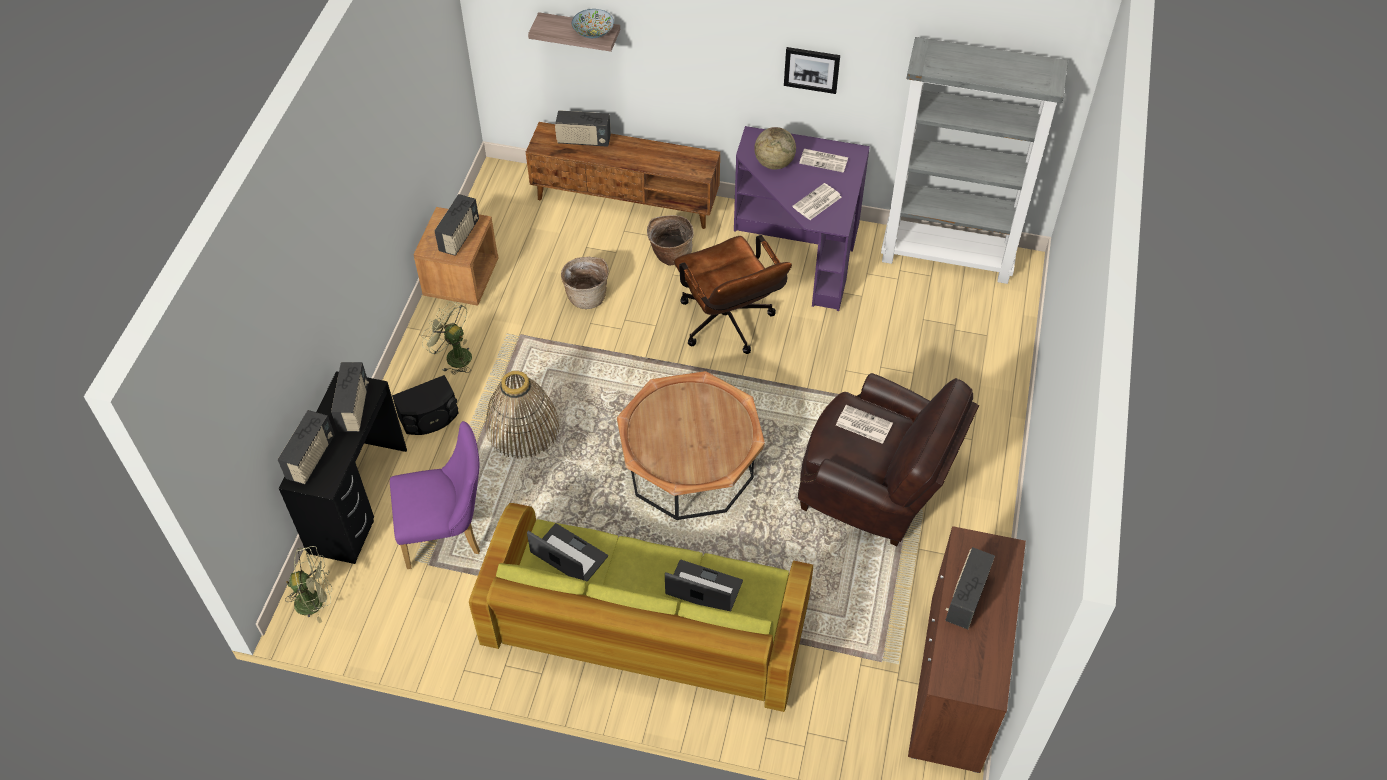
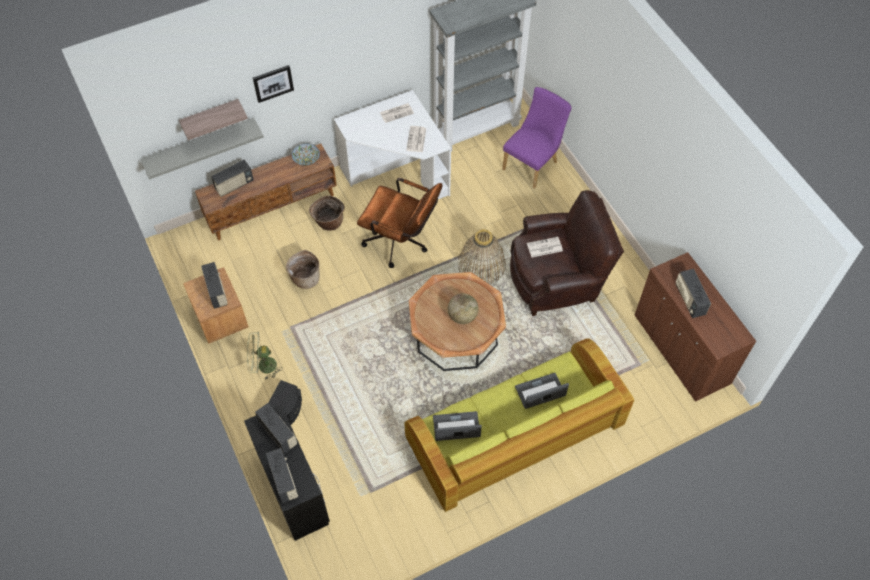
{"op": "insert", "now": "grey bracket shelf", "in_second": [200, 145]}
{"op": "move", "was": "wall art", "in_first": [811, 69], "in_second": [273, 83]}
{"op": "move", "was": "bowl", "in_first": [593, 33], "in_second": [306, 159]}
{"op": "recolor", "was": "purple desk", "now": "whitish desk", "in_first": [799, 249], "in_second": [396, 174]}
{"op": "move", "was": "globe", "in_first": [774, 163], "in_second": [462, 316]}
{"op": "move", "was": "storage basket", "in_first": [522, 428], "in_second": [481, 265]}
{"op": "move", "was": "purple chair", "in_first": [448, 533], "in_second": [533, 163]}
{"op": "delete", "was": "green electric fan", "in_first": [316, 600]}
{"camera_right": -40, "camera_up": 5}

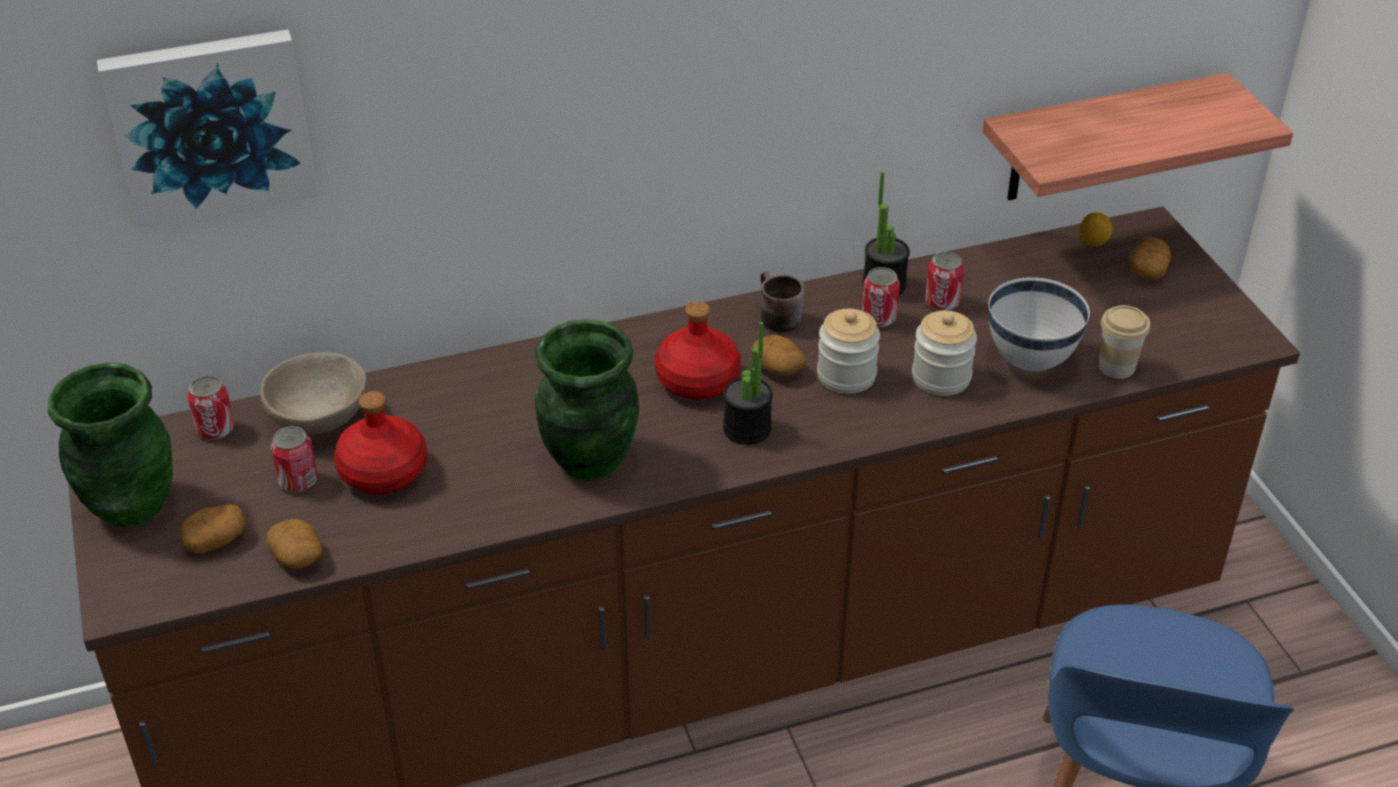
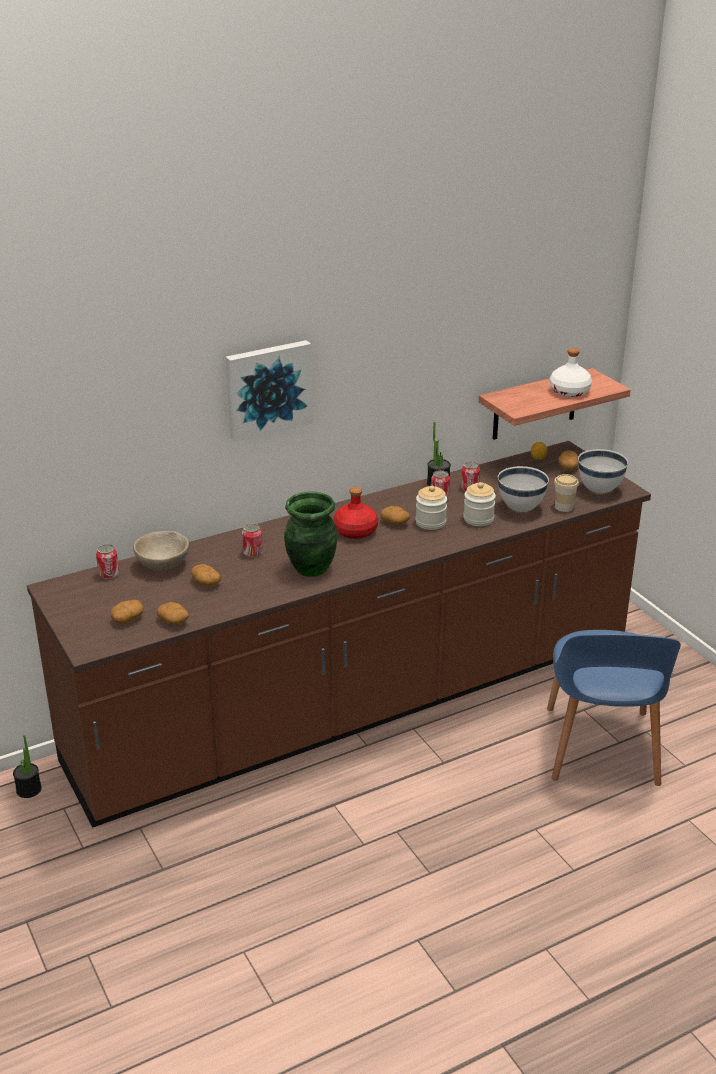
{"op": "move", "was": "houseplant", "in_first": [747, 429], "in_second": [29, 789]}
{"op": "replace", "was": "red drink bottle", "now": "whole potato", "in_first": [384, 471], "in_second": [205, 583]}
{"op": "move", "was": "wall art", "in_first": [211, 124], "in_second": [268, 389]}
{"op": "move", "was": "metal can", "in_first": [298, 481], "in_second": [252, 553]}
{"op": "insert", "now": "whitish drink bottle", "in_second": [569, 391]}
{"op": "insert", "now": "whitish bowl", "in_second": [599, 490]}
{"op": "delete", "was": "green decorative vase", "in_first": [131, 505]}
{"op": "delete", "was": "brownish mug", "in_first": [773, 317]}
{"camera_right": -10, "camera_up": -10}

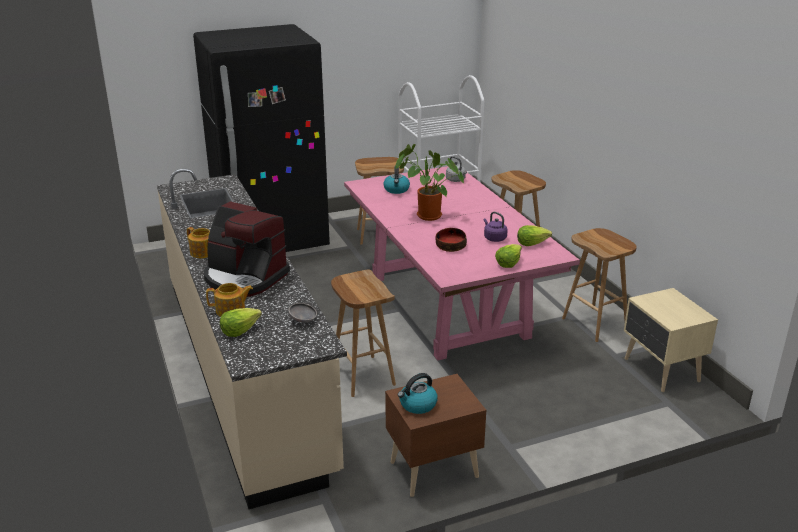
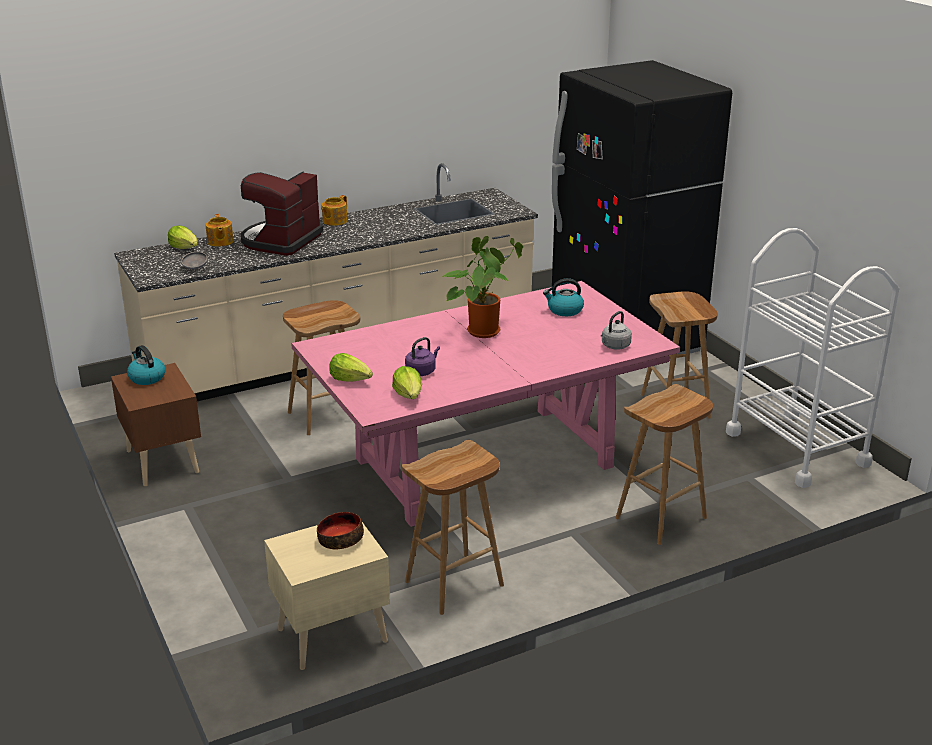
{"op": "move", "was": "bowl", "in_first": [450, 246], "in_second": [340, 539]}
{"camera_right": 85, "camera_up": 0}

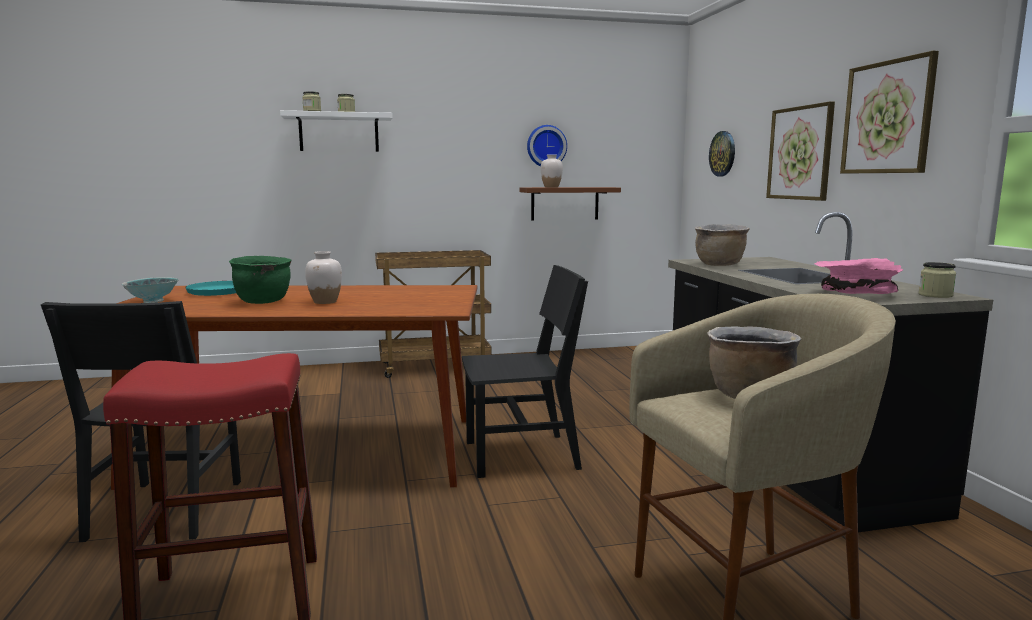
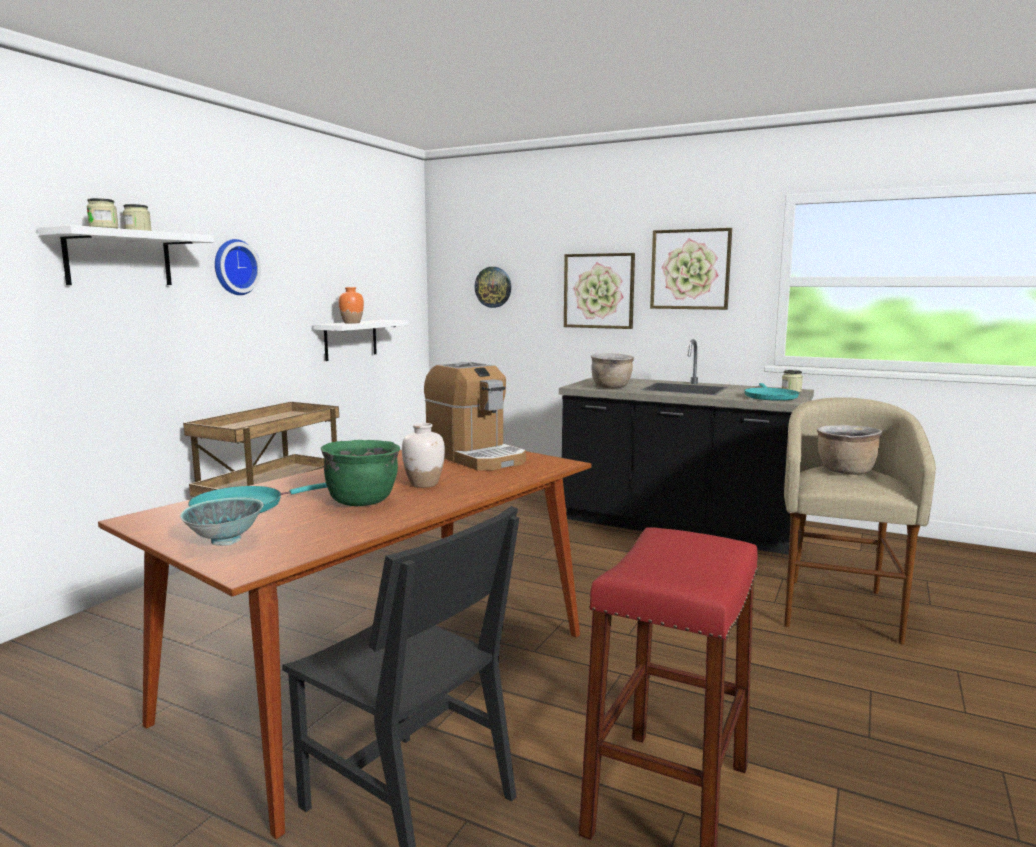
{"op": "move", "was": "hanging clock", "in_first": [546, 146], "in_second": [234, 267]}
{"op": "recolor", "was": "brownish bracket shelf", "now": "whitish bracket shelf", "in_first": [564, 203], "in_second": [350, 339]}
{"op": "recolor", "was": "whitish decorative vase", "now": "orangey decorative vase", "in_first": [551, 187], "in_second": [352, 323]}
{"op": "insert", "now": "coffee machine", "in_second": [475, 456]}
{"op": "replace", "was": "pink bowl", "now": "blue-green skillet", "in_first": [855, 294], "in_second": [769, 397]}
{"op": "delete", "was": "blackish chair", "in_first": [521, 455]}
{"camera_right": -50, "camera_up": 0}

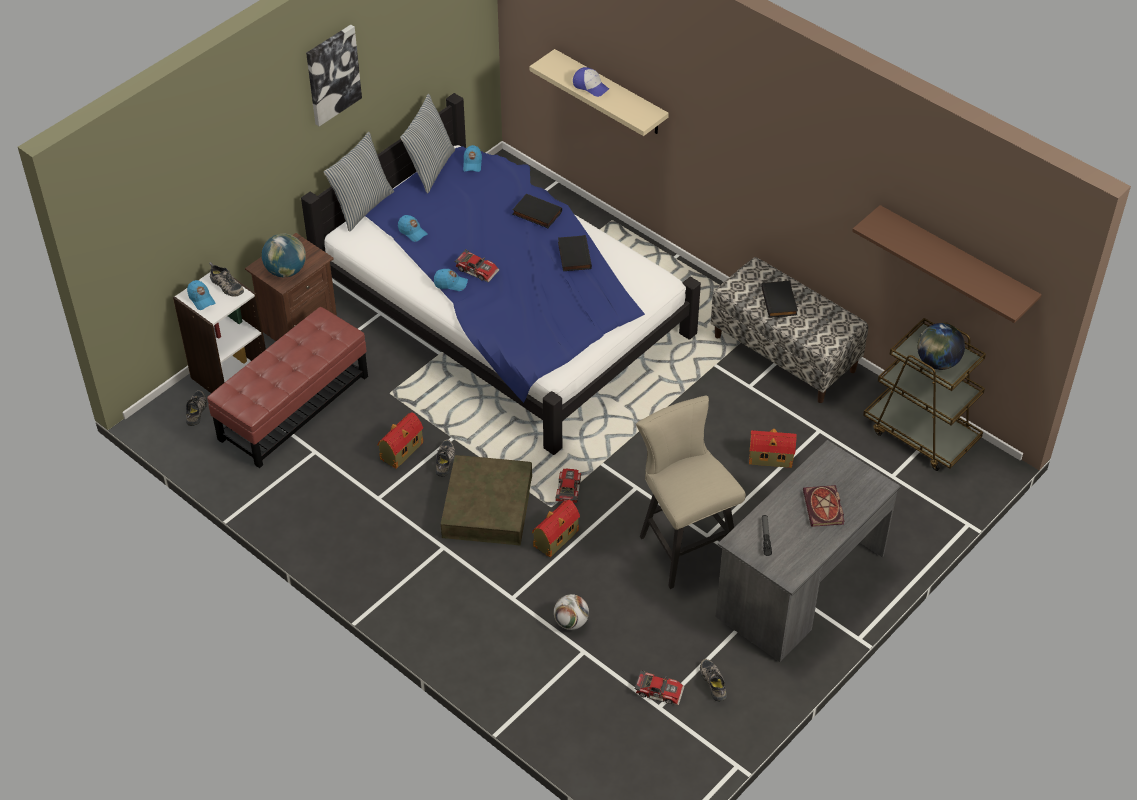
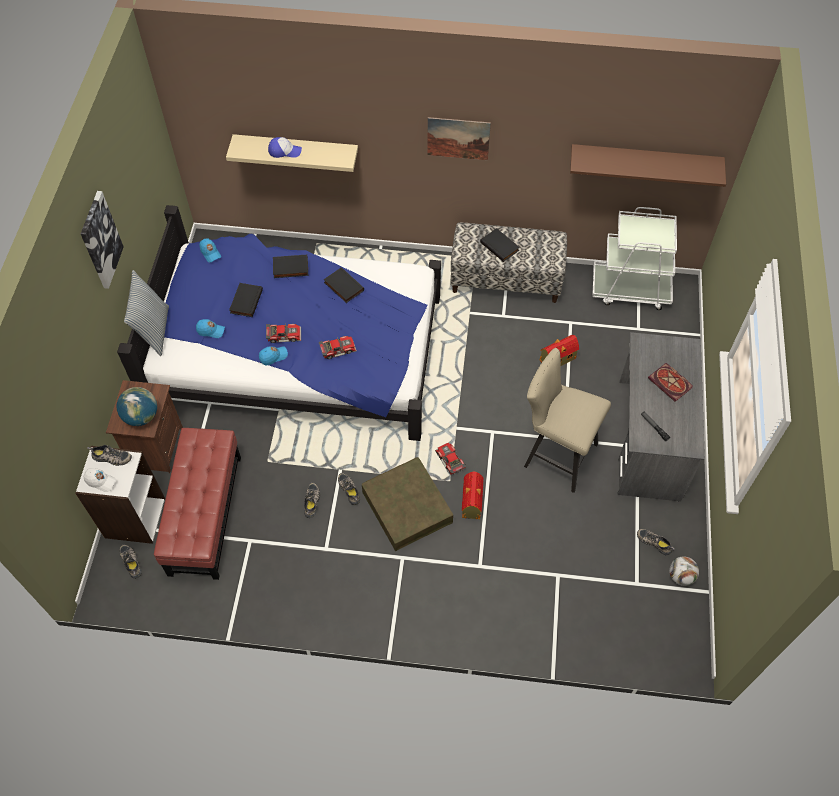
{"op": "recolor", "was": "bluish baseball cap", "now": "whitish baseball cap", "in_first": [201, 299], "in_second": [100, 481]}
{"op": "insert", "now": "blackish volume", "in_second": [245, 301]}
{"op": "replace", "was": "miniature house", "now": "item of footwear", "in_first": [401, 451], "in_second": [312, 502]}
{"op": "move", "was": "miniature car", "in_first": [659, 690], "in_second": [337, 348]}
{"op": "insert", "now": "wall art", "in_second": [458, 138]}
{"op": "recolor", "was": "brownish wheeled cart", "now": "whitish wheeled cart", "in_first": [921, 434], "in_second": [630, 289]}
{"op": "move", "was": "football", "in_first": [571, 622], "in_second": [681, 576]}
{"op": "delete", "was": "pillow", "in_first": [429, 168]}
{"op": "delete", "was": "globe", "in_first": [937, 362]}
{"camera_right": -35, "camera_up": 10}

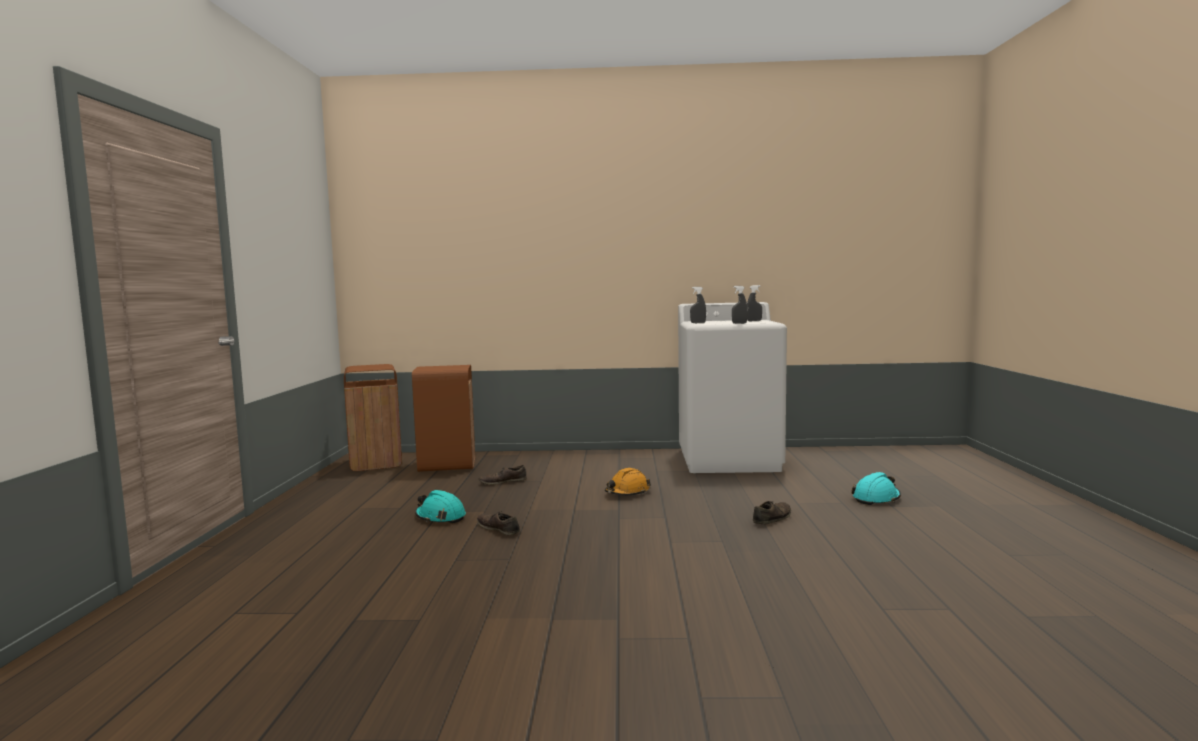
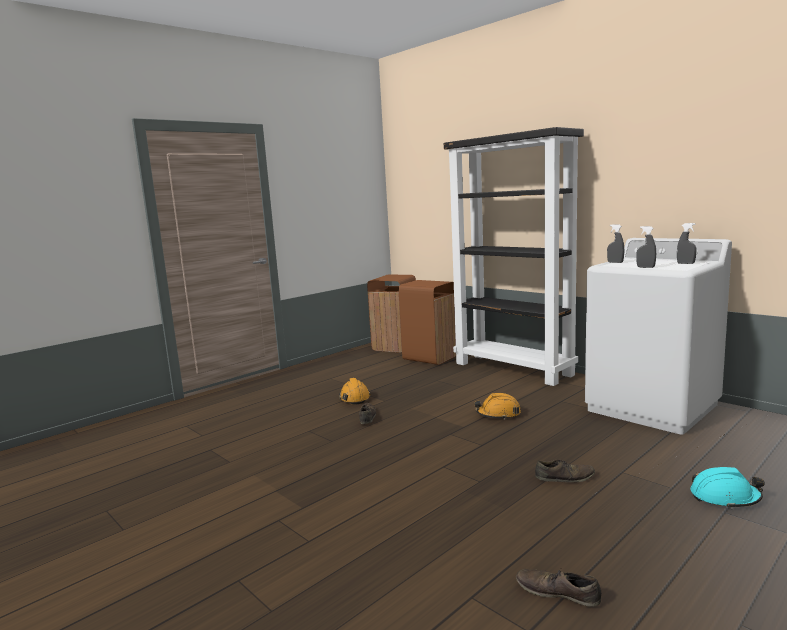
{"op": "recolor", "was": "blue-green work helmet", "now": "orangey work helmet", "in_first": [440, 517], "in_second": [354, 398]}
{"op": "insert", "now": "blackish bookshelf", "in_second": [514, 369]}
{"op": "move", "was": "brownish item of footwear", "in_first": [502, 481], "in_second": [557, 592]}
{"camera_right": 45, "camera_up": 5}

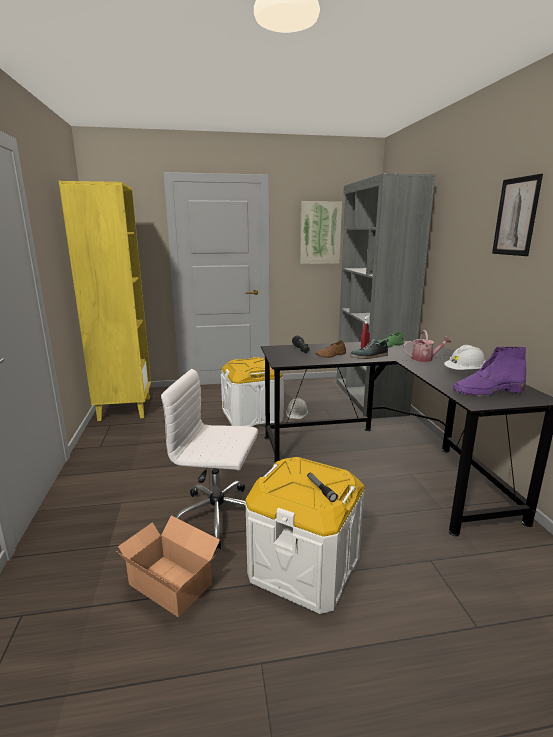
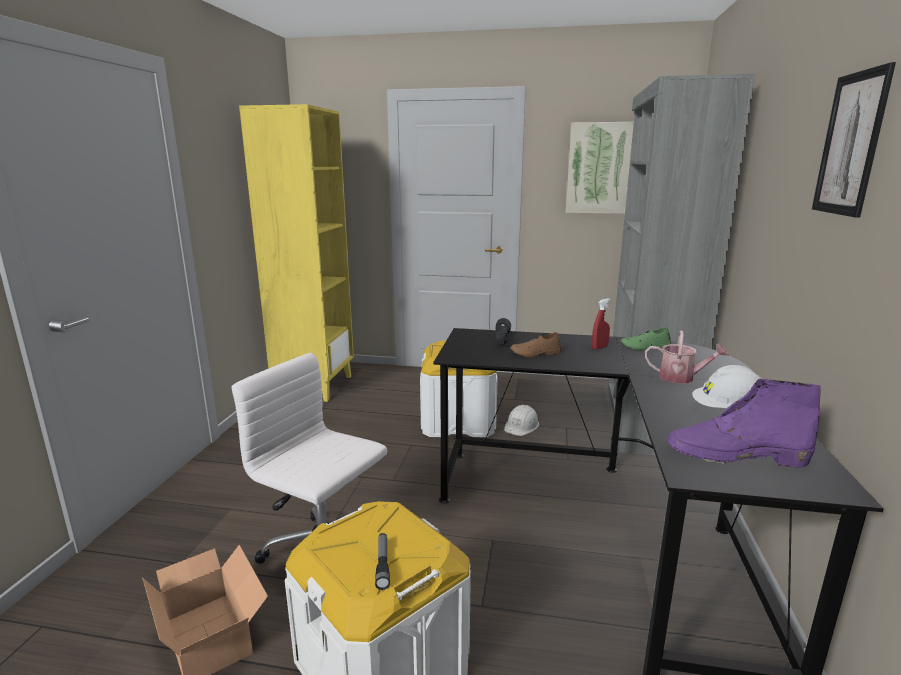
{"op": "delete", "was": "item of footwear", "in_first": [369, 356]}
{"camera_right": 20, "camera_up": 0}

